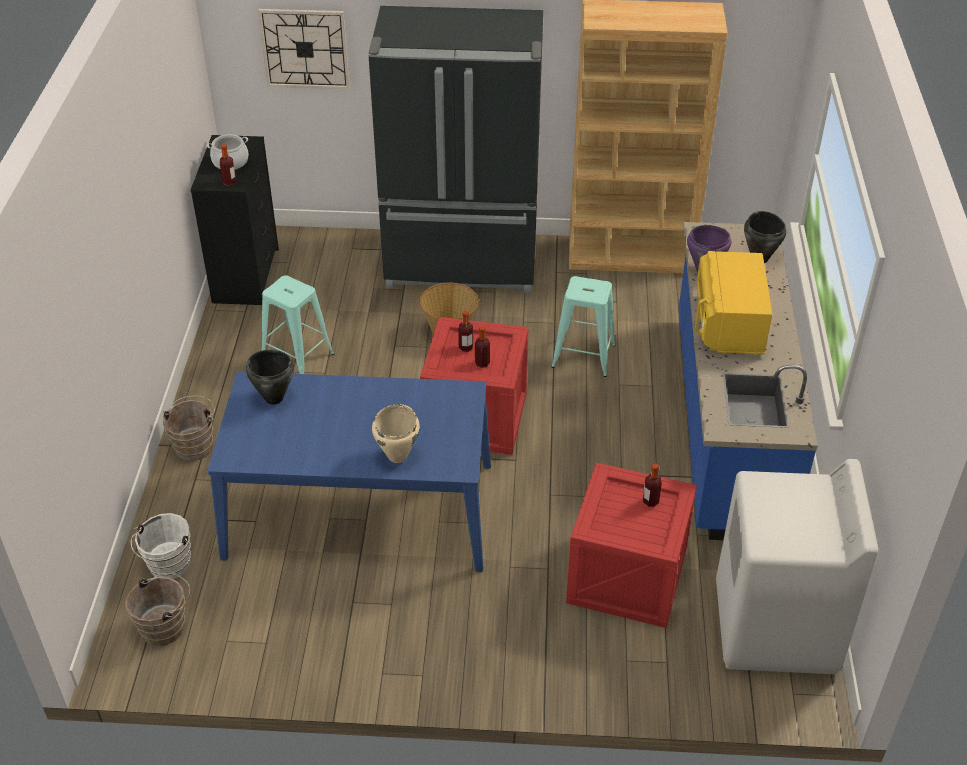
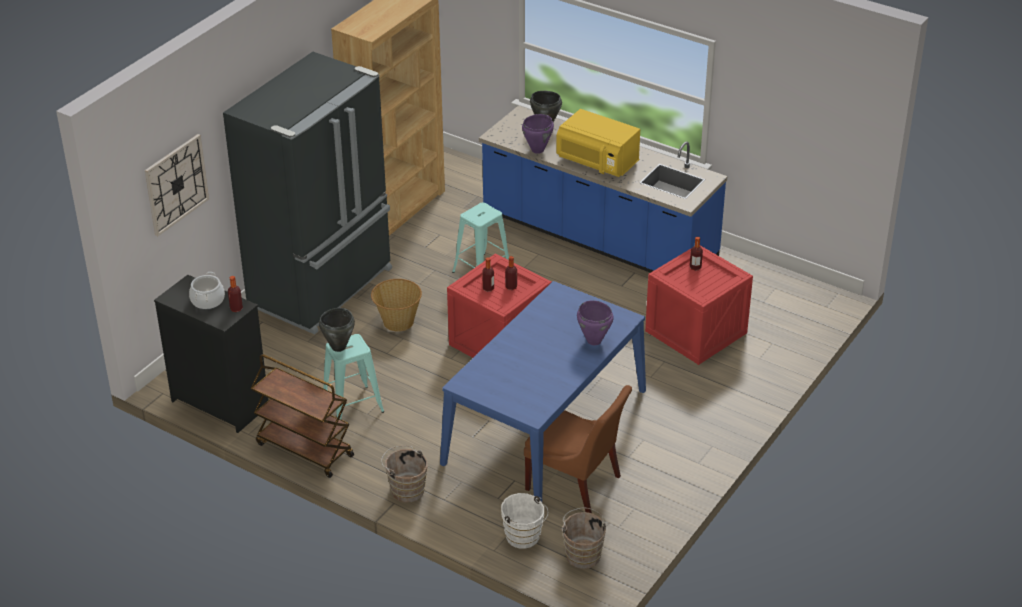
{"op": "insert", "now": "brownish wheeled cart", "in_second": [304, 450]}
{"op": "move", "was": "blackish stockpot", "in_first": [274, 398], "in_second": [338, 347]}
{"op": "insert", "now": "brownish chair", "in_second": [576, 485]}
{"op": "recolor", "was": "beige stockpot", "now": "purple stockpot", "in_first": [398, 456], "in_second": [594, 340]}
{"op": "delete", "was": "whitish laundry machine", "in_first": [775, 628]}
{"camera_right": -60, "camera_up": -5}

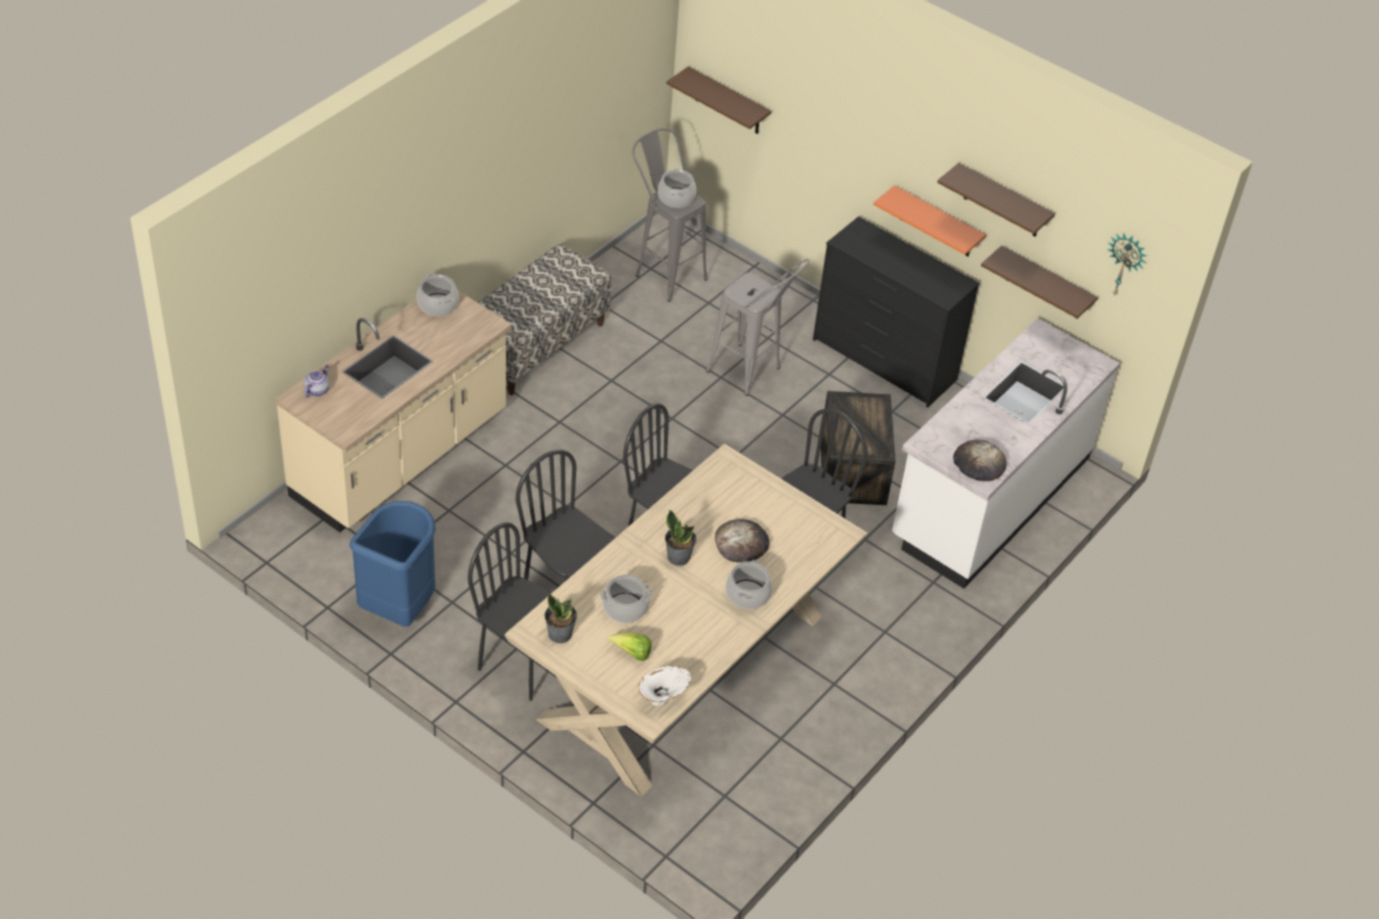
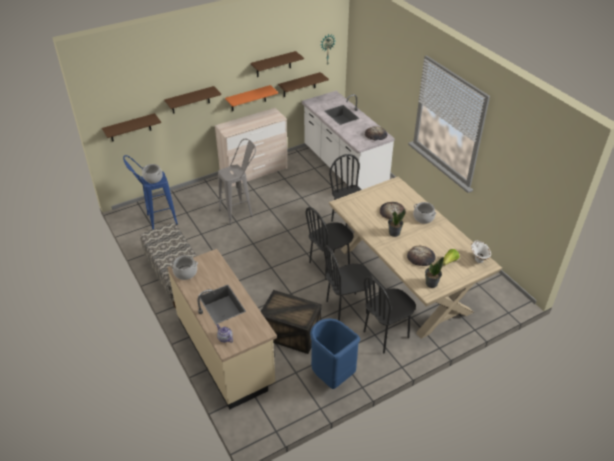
{"op": "recolor", "was": "grey stool seat", "now": "bluish stool seat", "in_first": [664, 272], "in_second": [156, 221]}
{"op": "insert", "now": "brownish bracket shelf", "in_second": [190, 100]}
{"op": "recolor", "was": "blackish dresser", "now": "beige dresser", "in_first": [883, 361], "in_second": [254, 172]}
{"op": "move", "was": "shipping crate", "in_first": [853, 470], "in_second": [291, 333]}
{"op": "replace", "was": "stockpot", "now": "bread", "in_first": [625, 608], "in_second": [421, 257]}
{"camera_right": -65, "camera_up": -5}

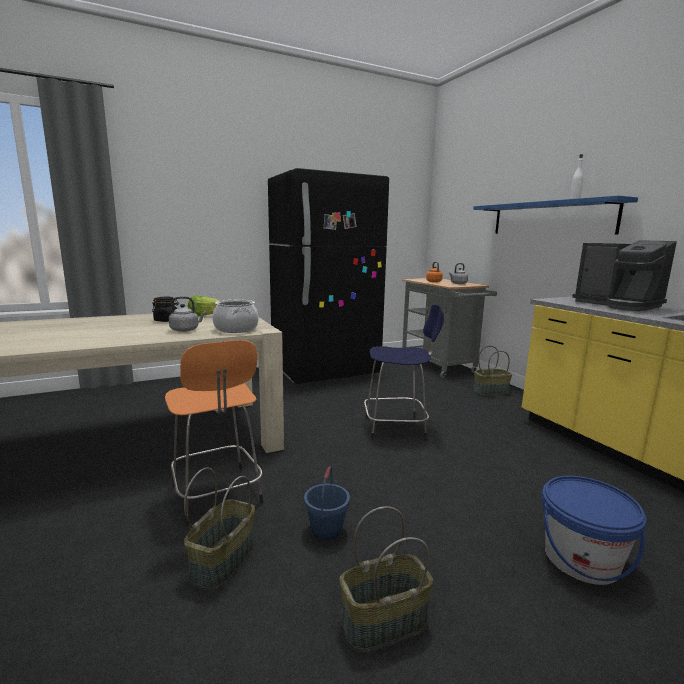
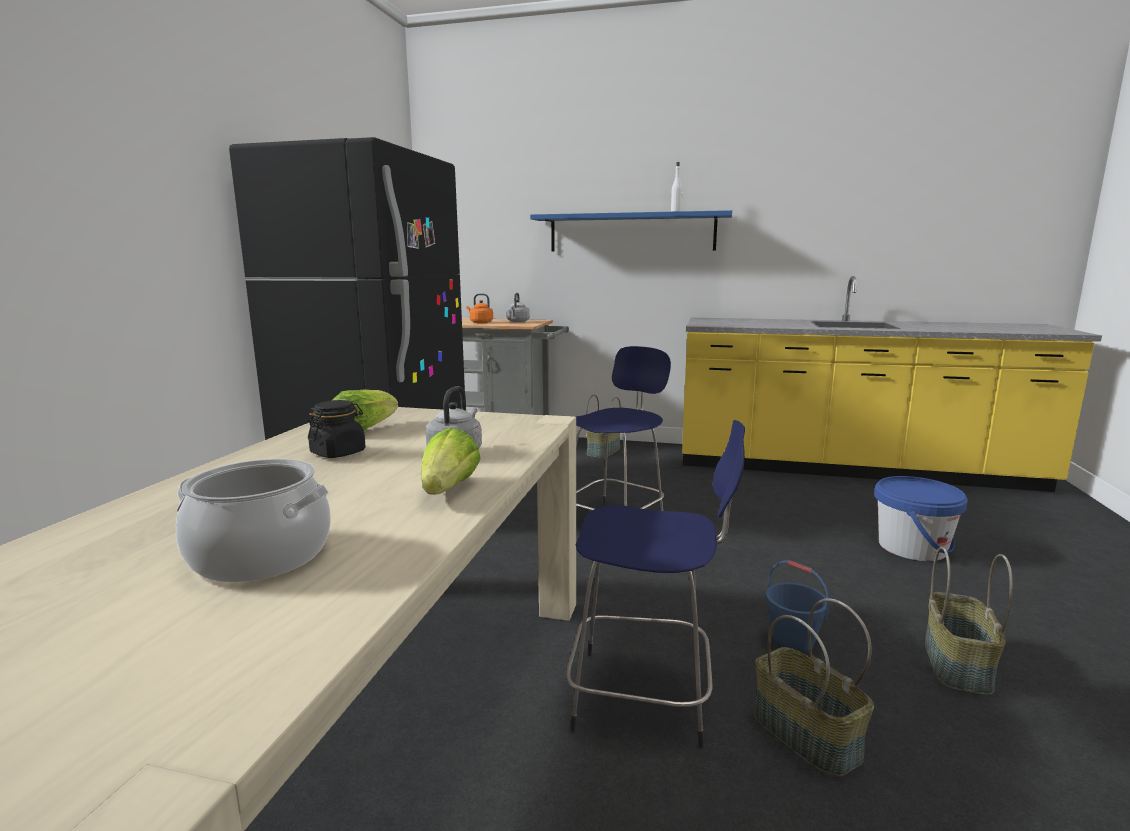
{"op": "move", "was": "stockpot", "in_first": [236, 329], "in_second": [262, 555]}
{"op": "insert", "now": "lettuce", "in_second": [448, 490]}
{"op": "recolor", "was": "orangey stool seat", "now": "bluish stool seat", "in_first": [217, 496], "in_second": [646, 697]}
{"op": "delete", "was": "coffee machine", "in_first": [618, 305]}
{"camera_right": -50, "camera_up": 0}

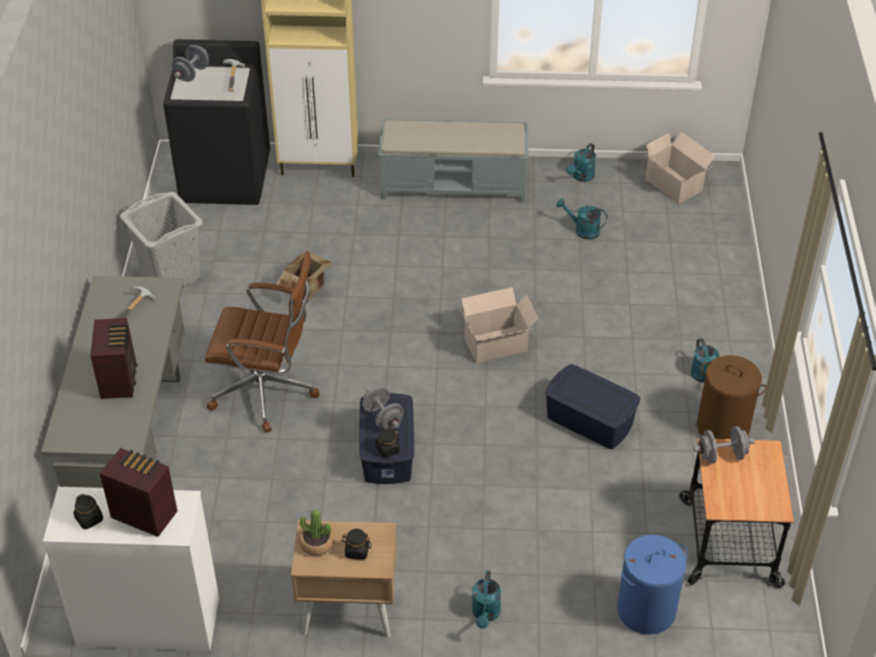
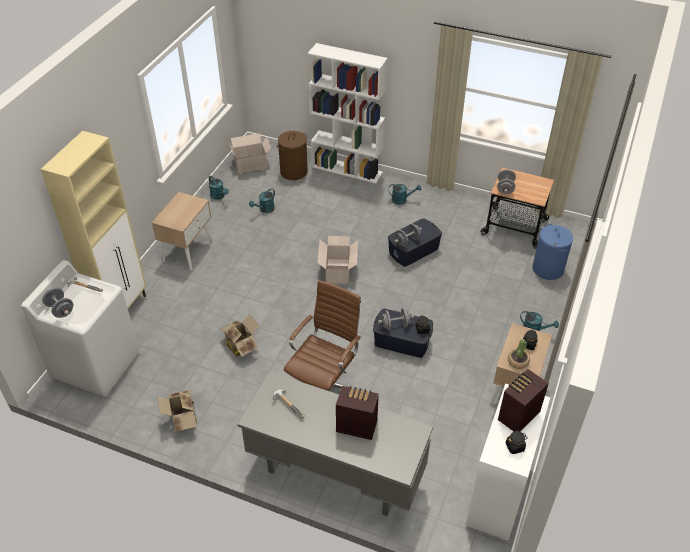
{"op": "recolor", "was": "blackish laundry machine", "now": "whitish laundry machine", "in_first": [226, 178], "in_second": [96, 364]}
{"op": "replace", "was": "grey long seat", "now": "beige nightstand", "in_first": [454, 185], "in_second": [188, 250]}
{"op": "replace", "was": "grey hamper", "now": "carton", "in_first": [170, 276], "in_second": [182, 419]}
{"op": "move", "was": "brownish hamper", "in_first": [723, 427], "in_second": [294, 172]}
{"op": "insert", "now": "whitish bookshelf", "in_second": [347, 169]}
{"op": "insert", "now": "grey dumbbell", "in_second": [407, 241]}
{"camera_right": -70, "camera_up": 0}

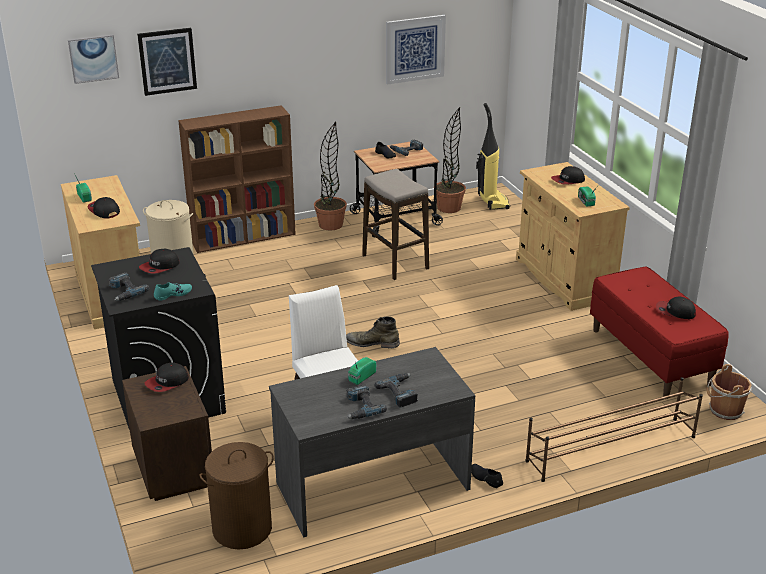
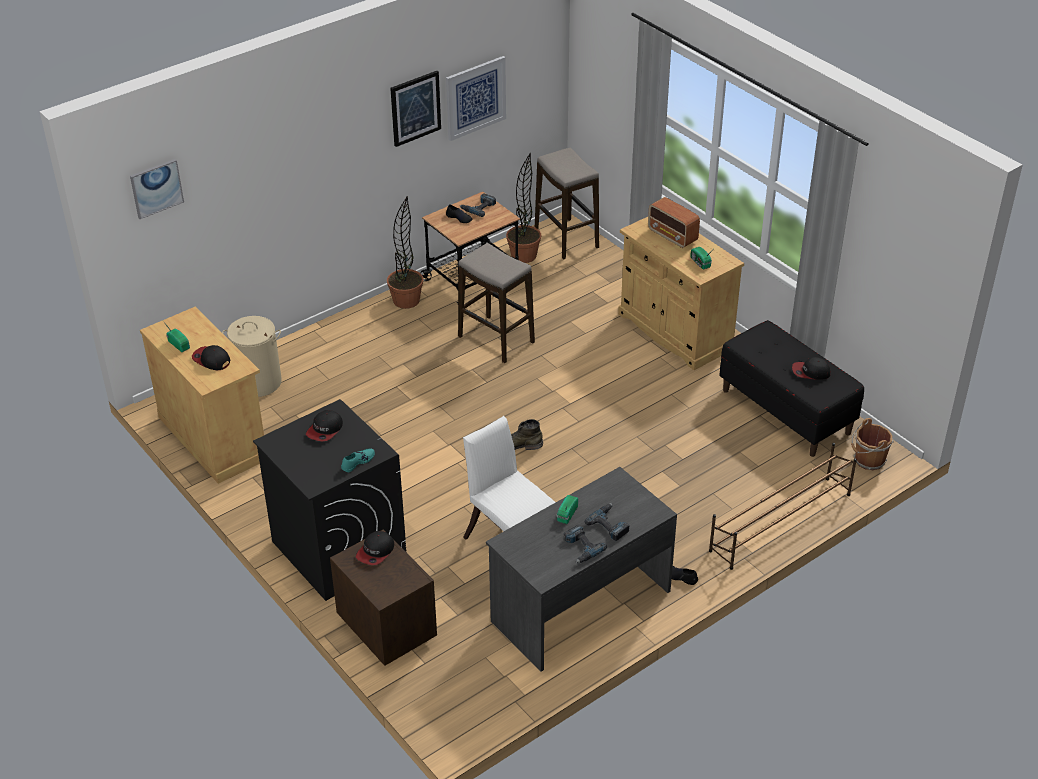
{"op": "move", "was": "wall art", "in_first": [167, 61], "in_second": [415, 108]}
{"op": "replace", "was": "vacuum", "now": "stool seat", "in_first": [492, 201], "in_second": [566, 239]}
{"op": "replace", "was": "baseball cap", "now": "radio receiver", "in_first": [568, 180], "in_second": [673, 236]}
{"op": "recolor", "was": "red long seat", "now": "blackish long seat", "in_first": [651, 356], "in_second": [786, 411]}
{"op": "delete", "was": "drill", "in_first": [124, 291]}
{"op": "delete", "was": "brownish bookshelf", "in_first": [244, 237]}
{"op": "delete", "was": "brownish hamper", "in_first": [241, 529]}
{"camera_right": -15, "camera_up": 10}

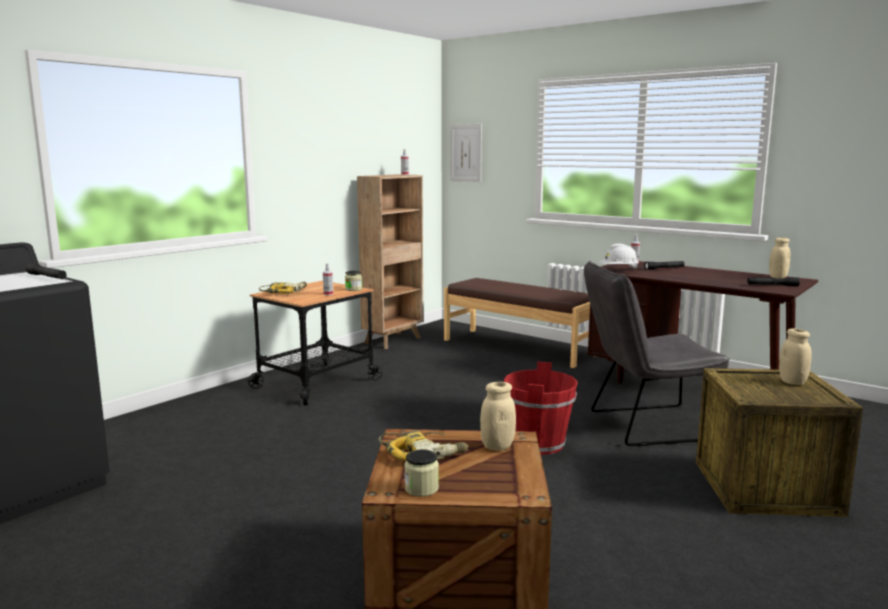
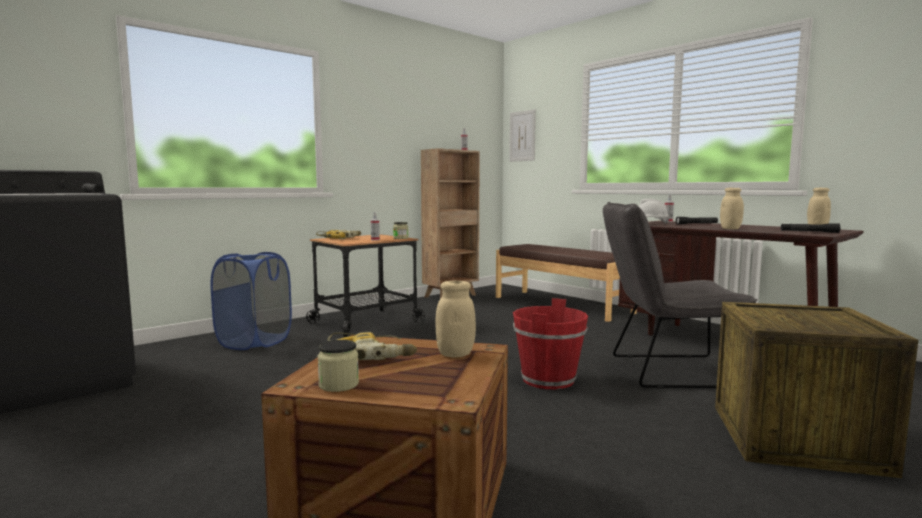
{"op": "insert", "now": "bluish hamper", "in_second": [254, 342]}
{"op": "move", "was": "beige storage jar", "in_first": [792, 382], "in_second": [730, 229]}
{"camera_right": 10, "camera_up": -5}

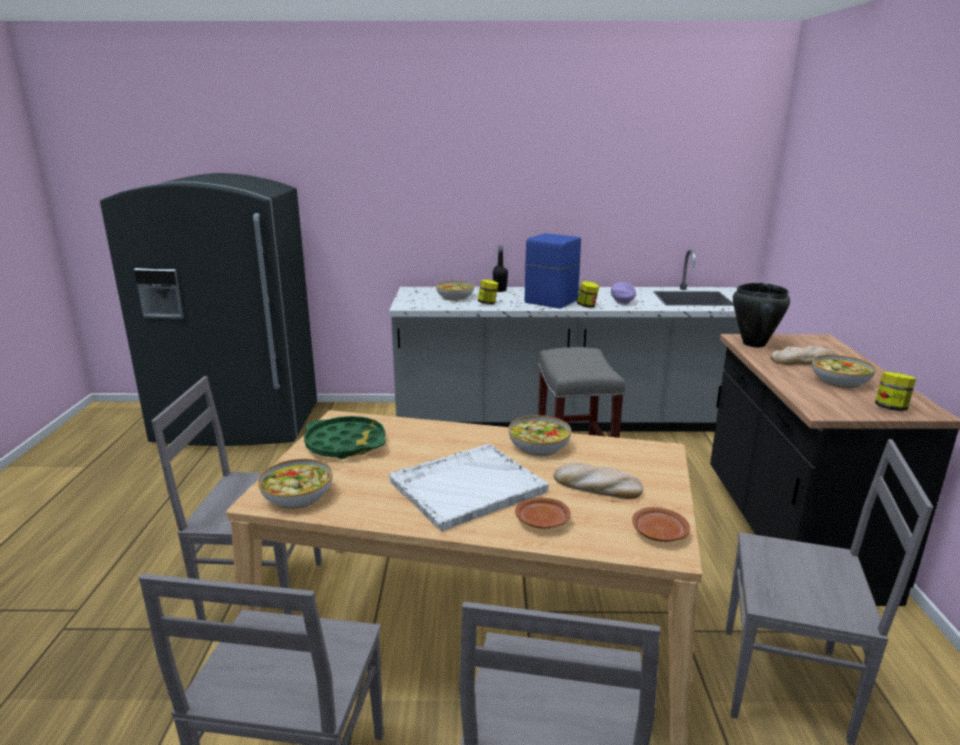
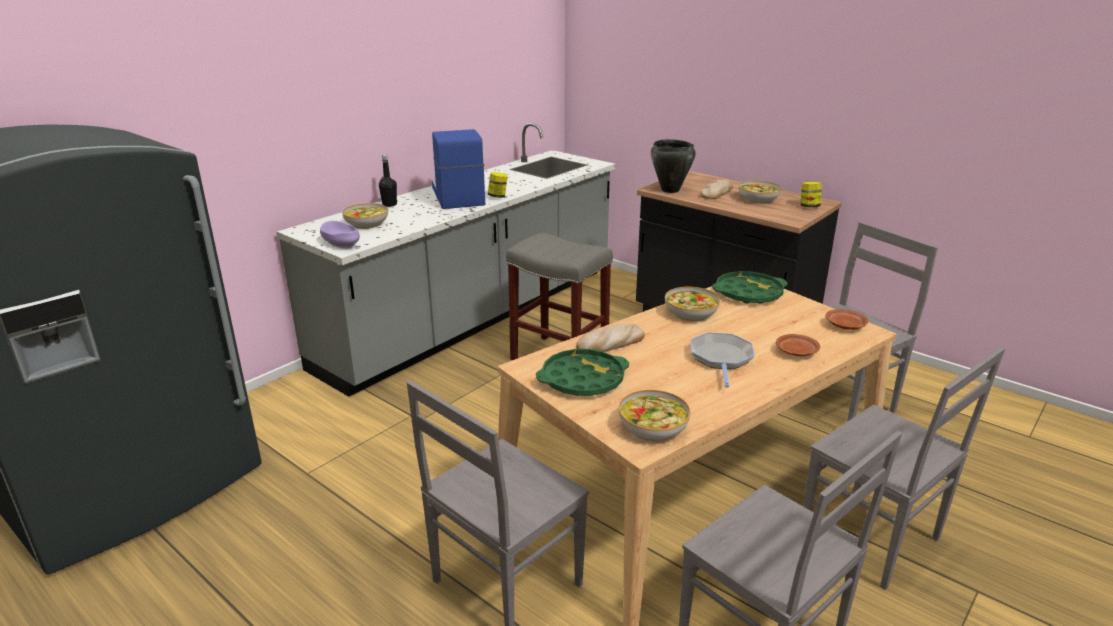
{"op": "move", "was": "purple bowl", "in_first": [622, 301], "in_second": [341, 243]}
{"op": "move", "was": "bread", "in_first": [596, 486], "in_second": [610, 343]}
{"op": "replace", "was": "whitish carrying tray", "now": "skillet", "in_first": [466, 487], "in_second": [721, 358]}
{"op": "insert", "now": "green carrying tray", "in_second": [748, 293]}
{"op": "delete", "was": "storage jar", "in_first": [488, 303]}
{"camera_right": -50, "camera_up": 5}

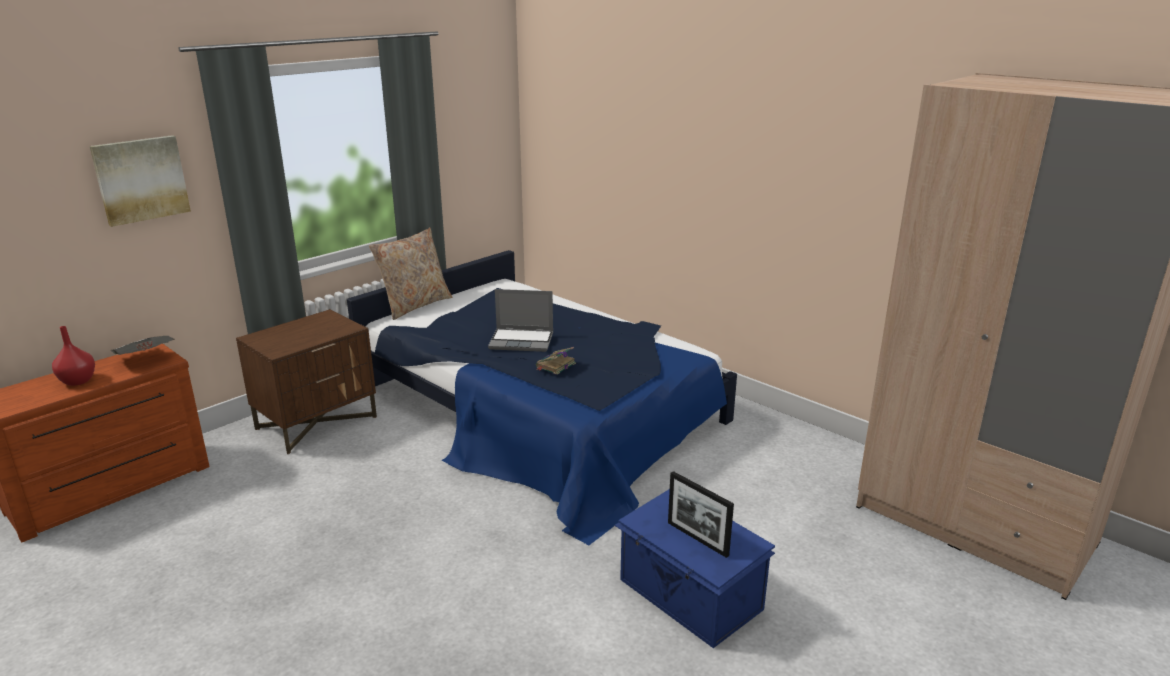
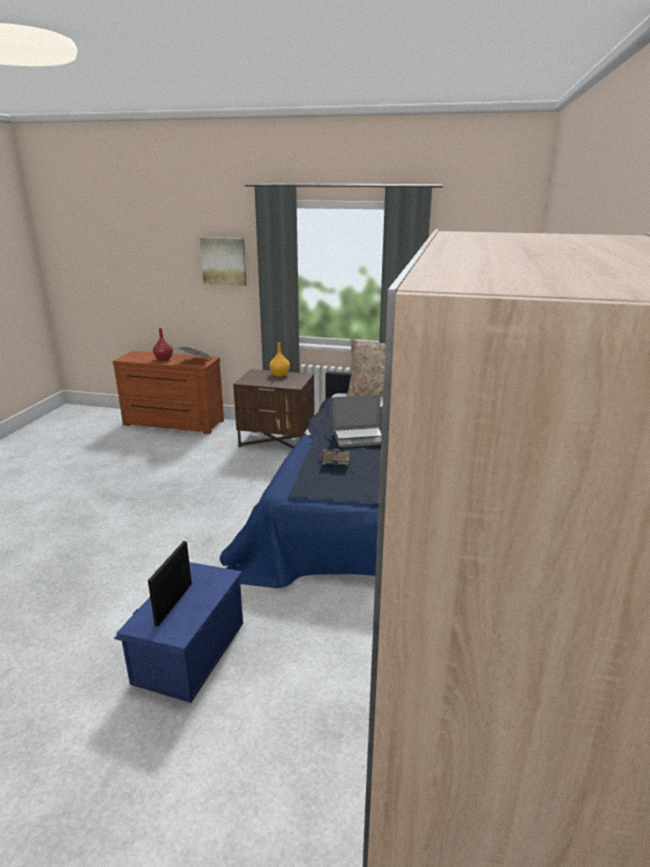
{"op": "insert", "now": "orangey decorative vase", "in_second": [279, 375]}
{"op": "rotate", "was": "laptop", "in_first": [522, 341], "in_second": [360, 438], "clockwise": -75}
{"camera_right": 60, "camera_up": 0}

